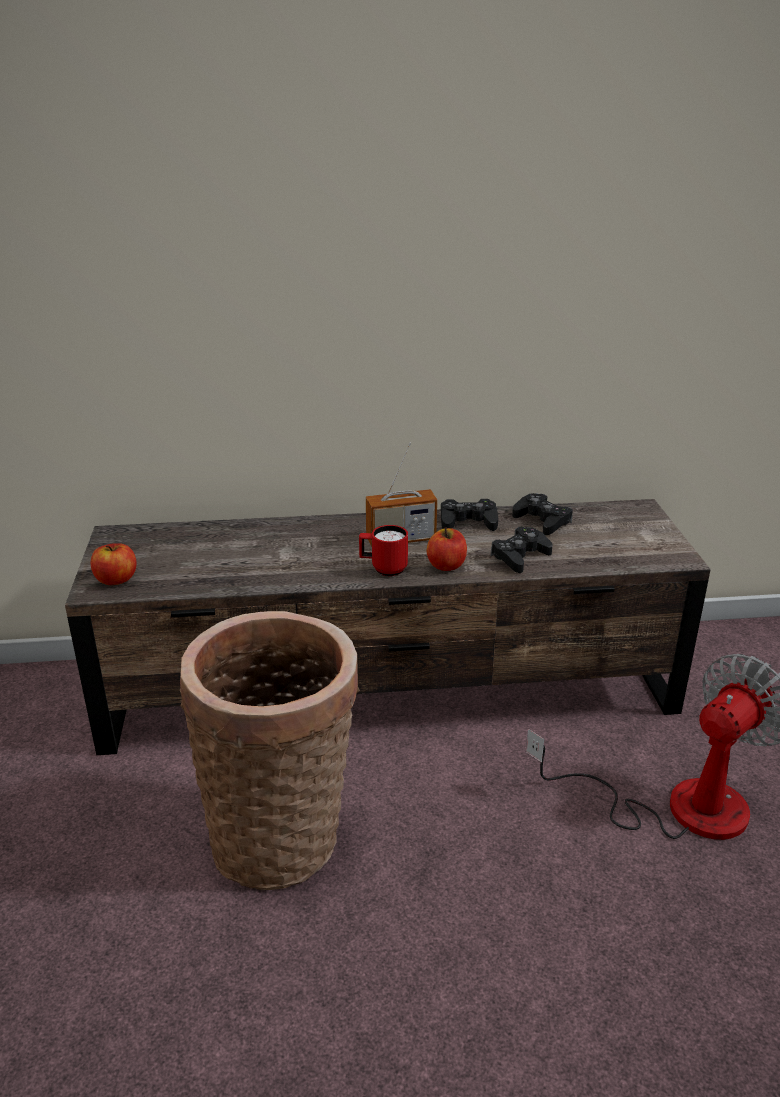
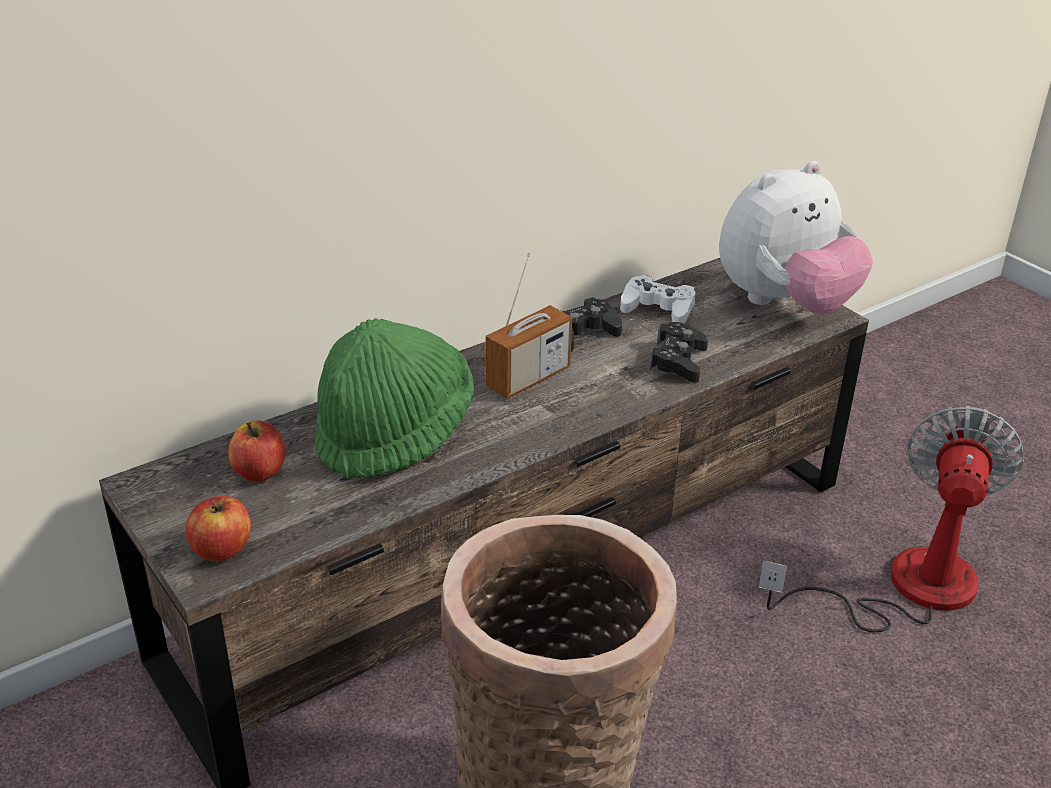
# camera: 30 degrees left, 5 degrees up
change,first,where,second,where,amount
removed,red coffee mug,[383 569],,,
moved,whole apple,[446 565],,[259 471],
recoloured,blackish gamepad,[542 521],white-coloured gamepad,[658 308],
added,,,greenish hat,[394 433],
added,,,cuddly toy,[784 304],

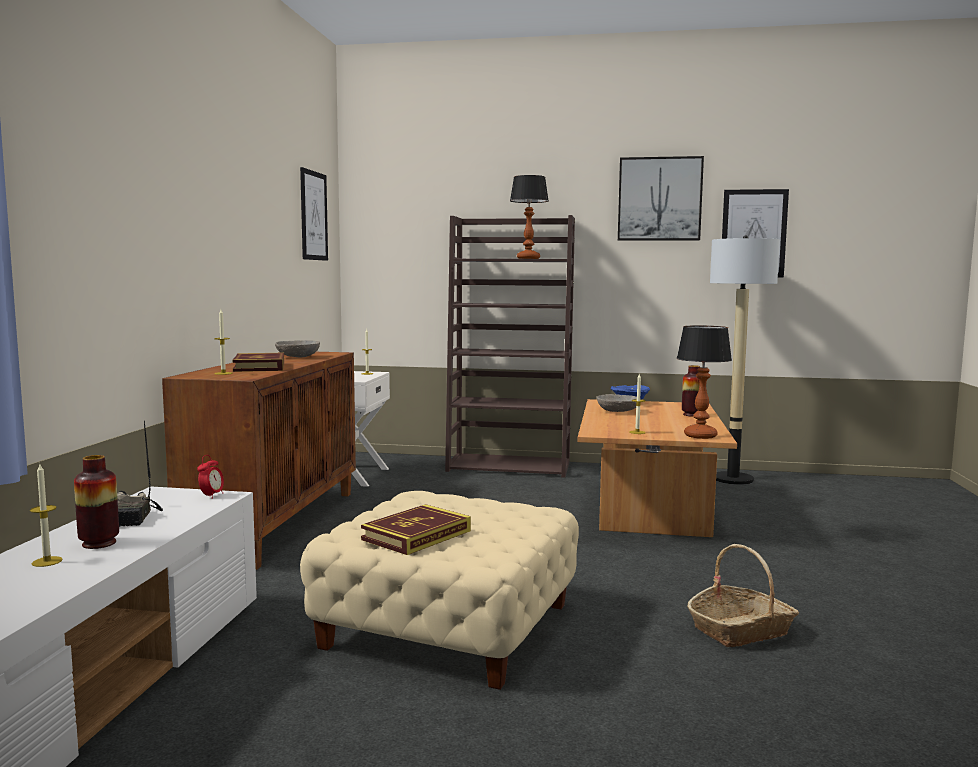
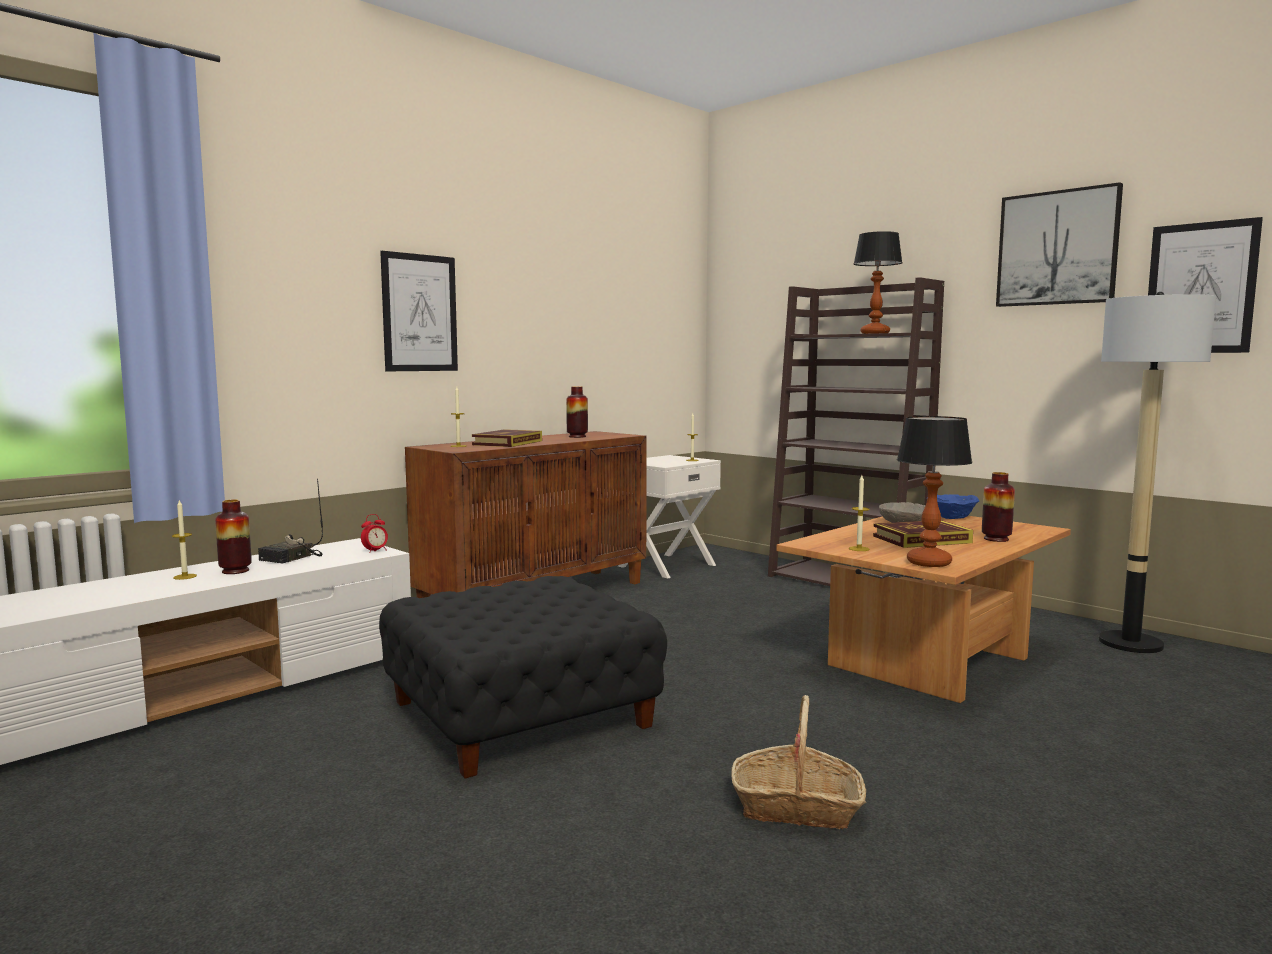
# camera: 35 degrees right, 0 degrees up
change,first,where,second,where,amount
replaced,gray serving bowl,[298 357],vase,[577 436],
moved,wall picture,[313 216],,[419 313],
recoloured,beige-coloured ottoman,[448 625],blackish ottoman,[520 713],
moved,bound book,[416 535],,[921 539],

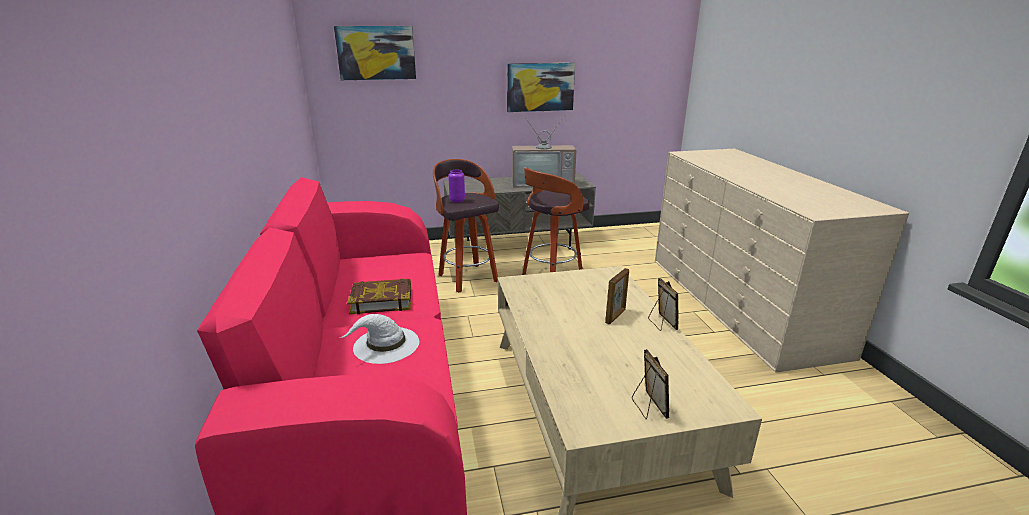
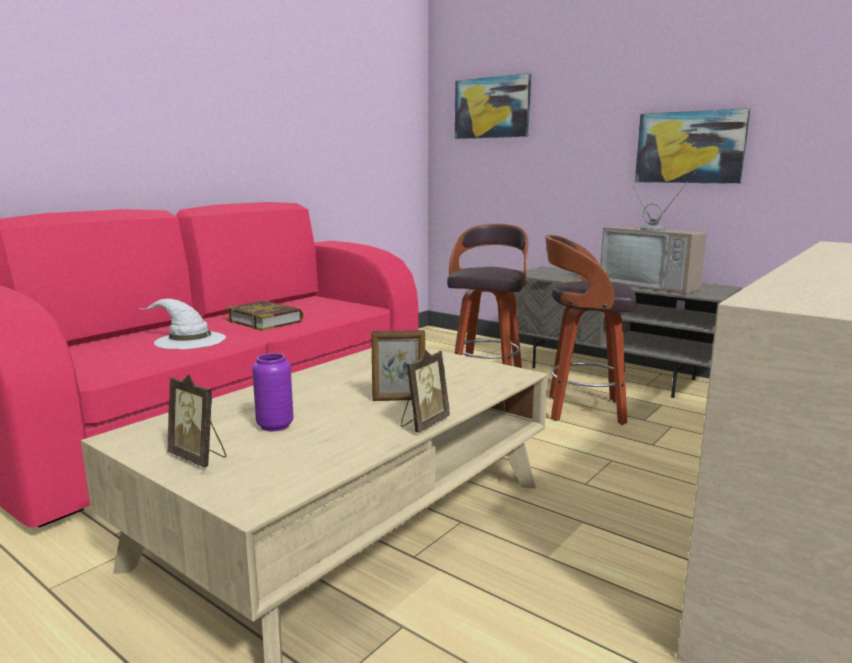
# camera: 50 degrees right, 10 degrees down
change,first,where,second,where,amount
moved,purple vase,[457 200],,[275 426],
turned,photo frame,[648 407],,[199 457],90 degrees clockwise

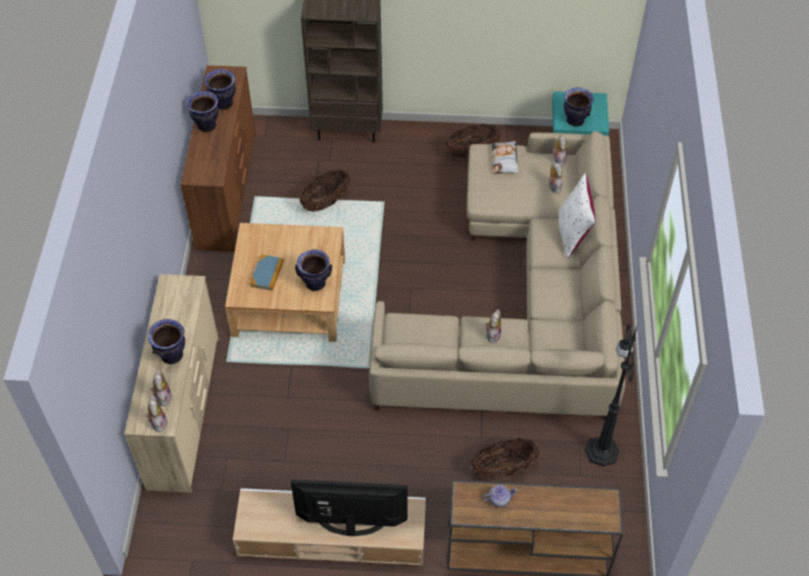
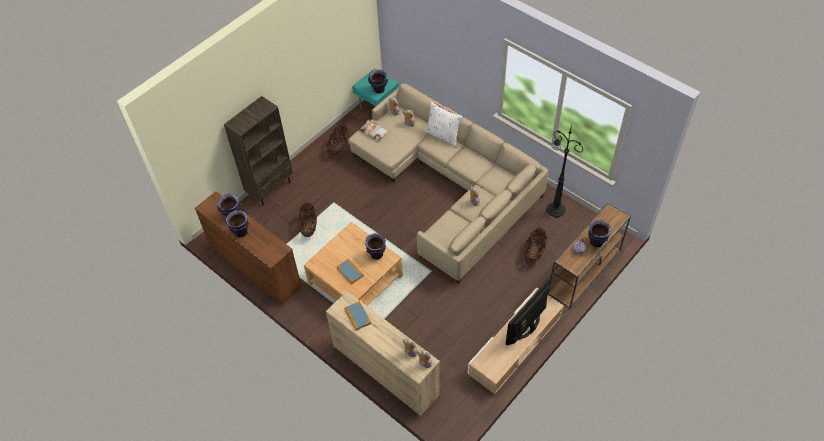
# camera: 50 degrees left, 0 degrees up
change,first,where,second,where,amount
moved,vase,[171 355],,[596 242],
added,,,bound book,[357 316],

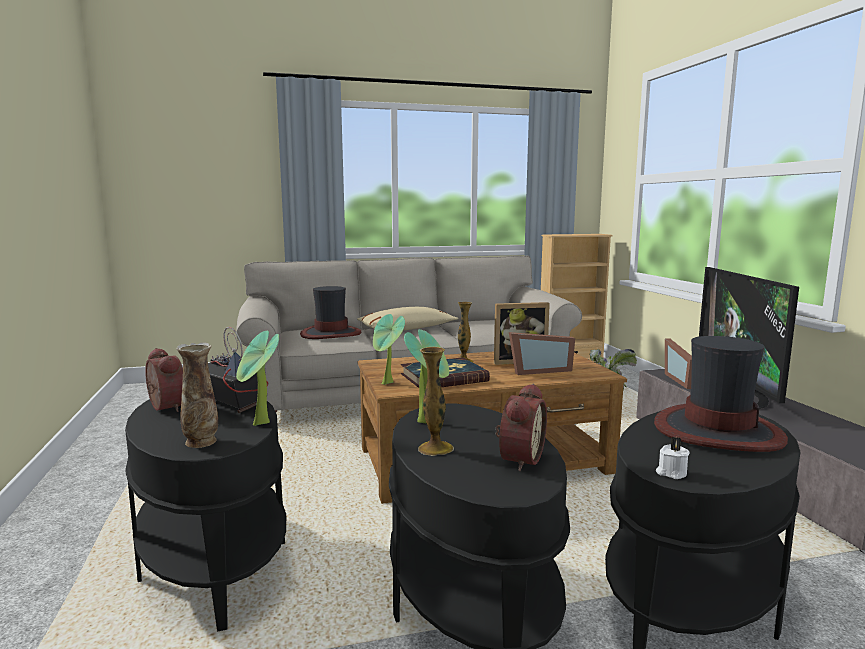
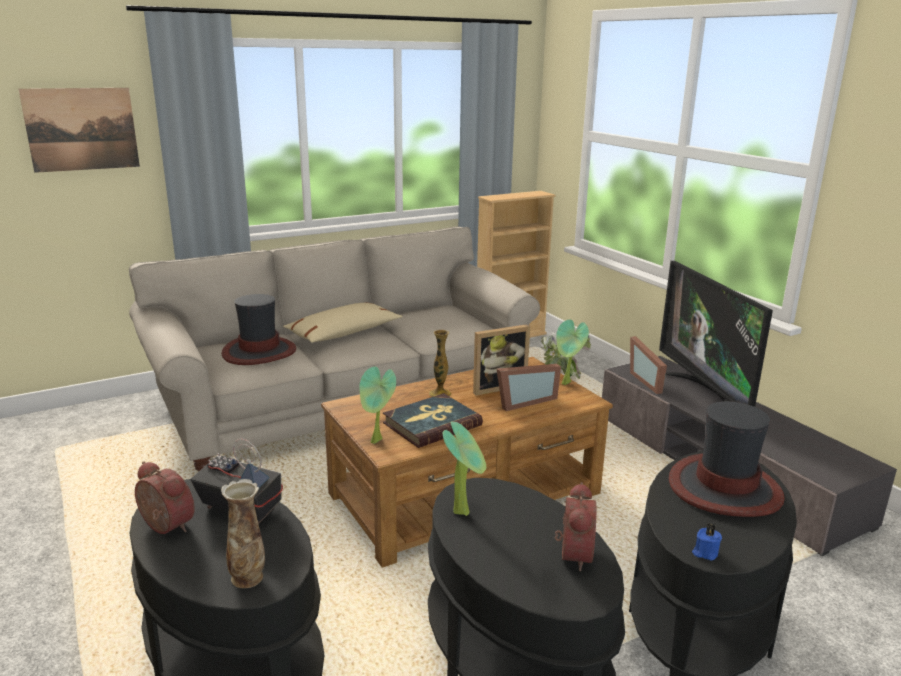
# camera: 15 degrees left, 10 degrees up
change,first,where,second,where,amount
moved,potted plant,[260 425],,[567 384],
removed,vase,[435 448],,,
recoloured,white-coloured wax candle,[671 473],blue-coloured wax candle,[704 552],
added,,,wall picture,[82 129],

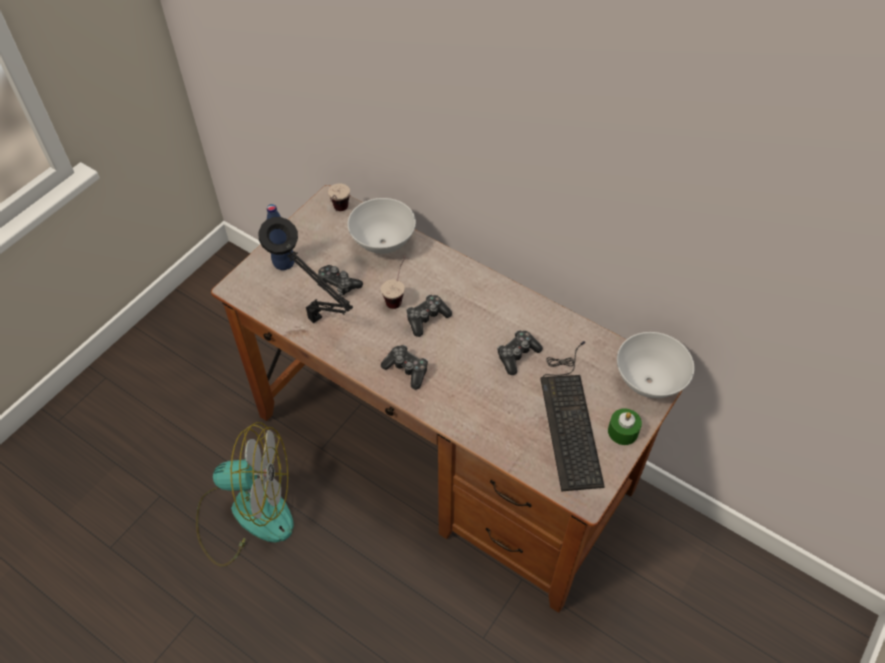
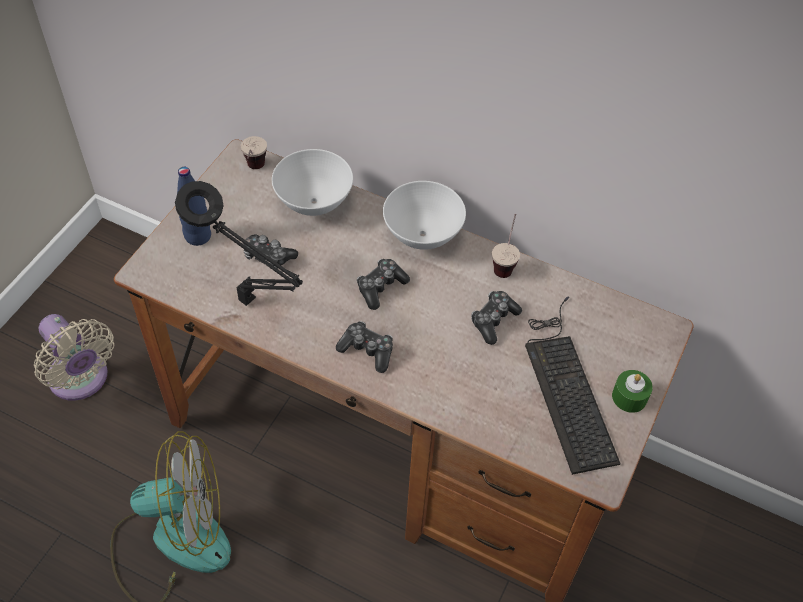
# camera: 10 degrees left, 0 degrees up
change,first,where,second,where,amount
moved,drinking cup,[397 296],,[505 262],
moved,white-coloured serving bowl,[648 381],,[422 235],
added,,,beige-coloured electric fan,[81 380],

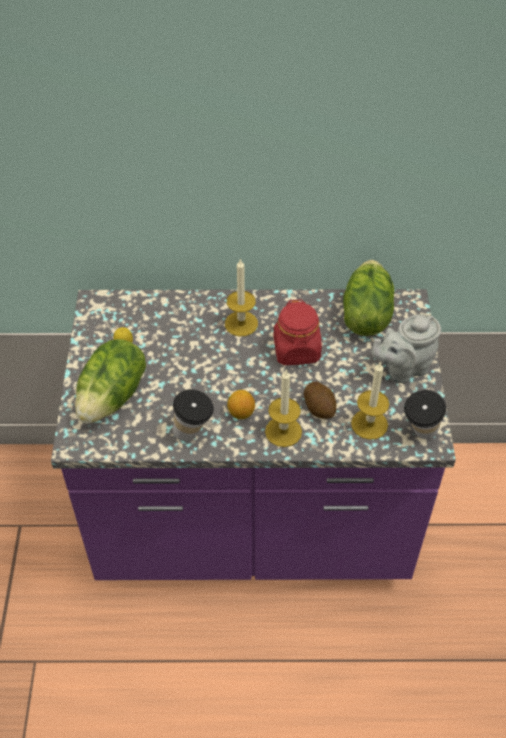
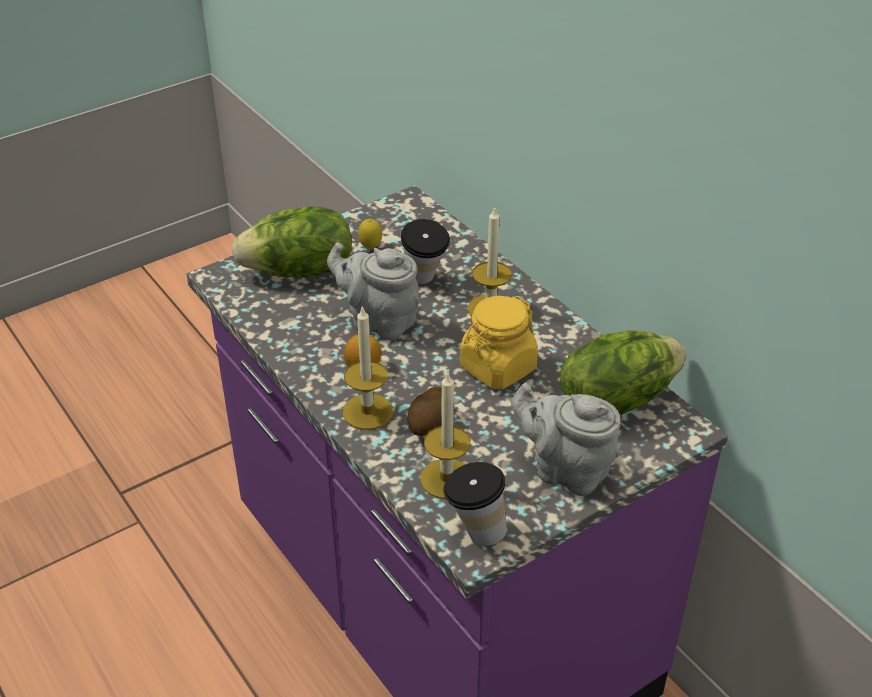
# camera: 55 degrees right, 10 degrees down
change,first,where,second,where,amount
moved,drinking cup,[194 433],,[424 281],
recoloured,red storage jar,[296 350],yellow storage jar,[497 368],
added,,,gray pot for tea,[379 321],

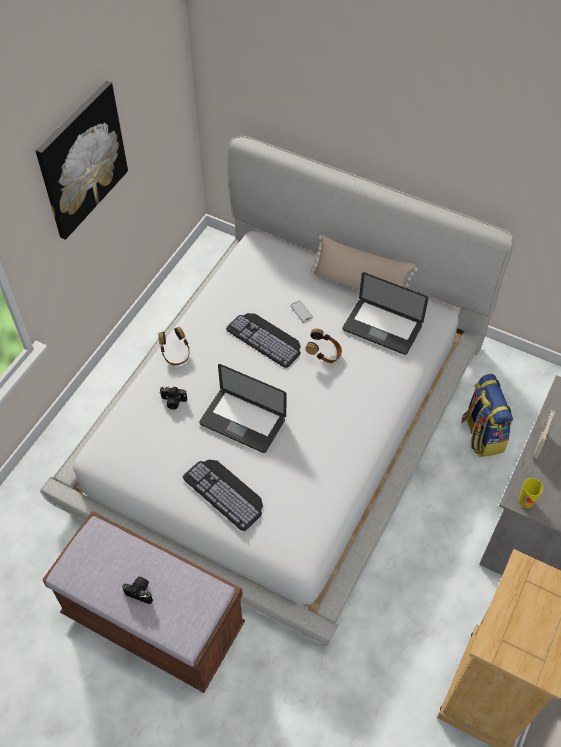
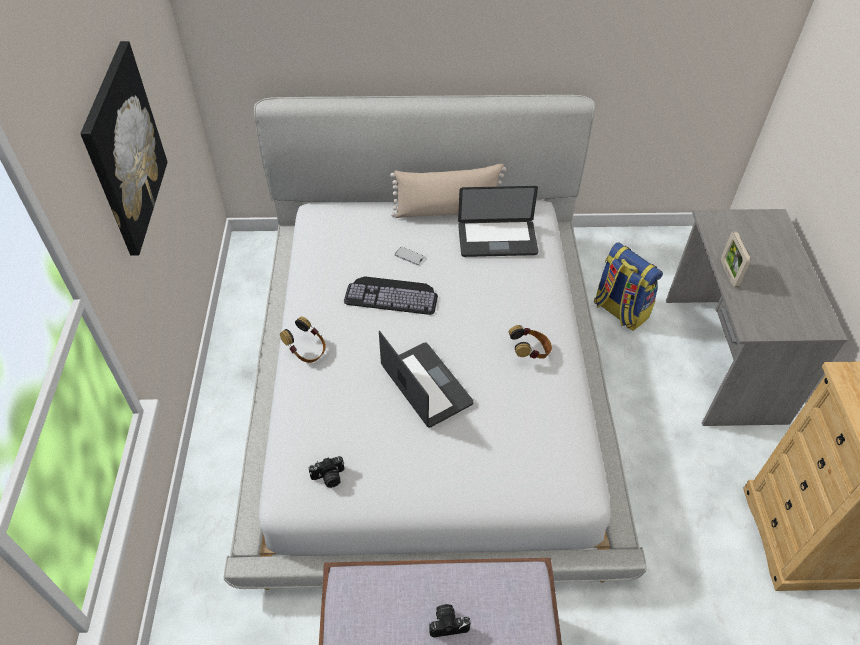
# camera: 30 degrees left, 5 degrees down
change,first,where,second,where,amount
moved,still camera,[173 402],,[329 478],
removed,PC keyboard,[226 492],,,
turned,laptop,[242 421],,[426 385],120 degrees counterclockwise
moved,headphones,[324 354],,[530 352],
removed,drinking cup,[526 501],,,

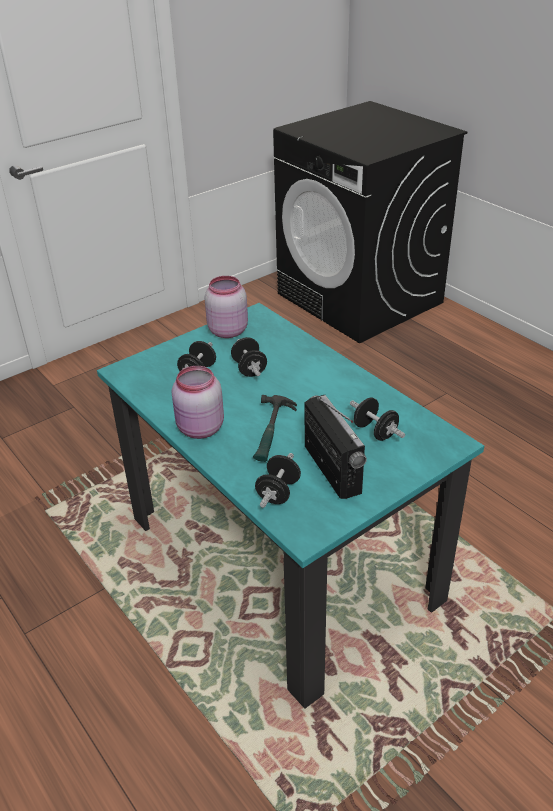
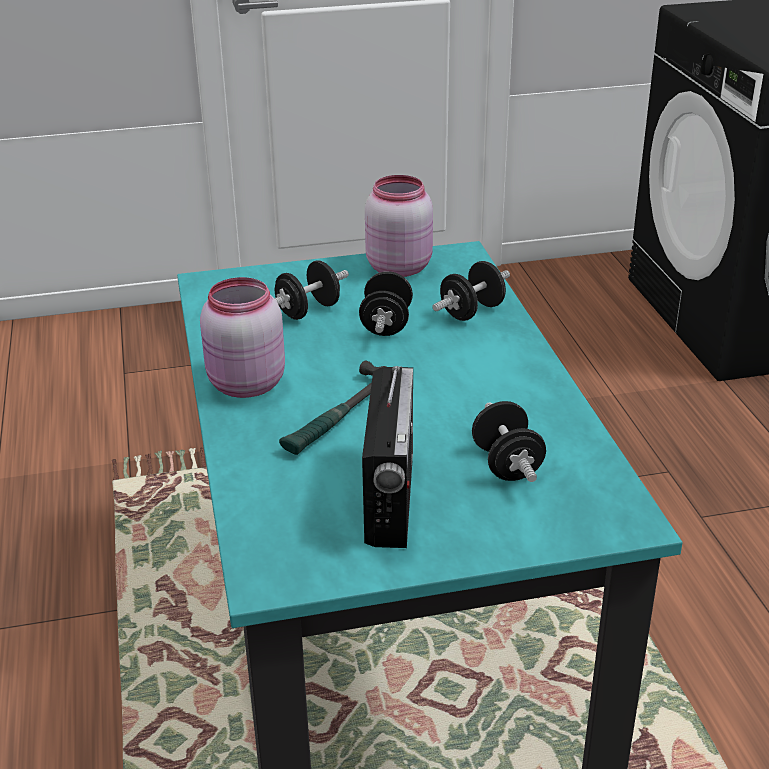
# camera: 25 degrees right, 5 degrees down
change,first,where,second,where,amount
moved,blackish free weight,[278 492],,[472 311],

